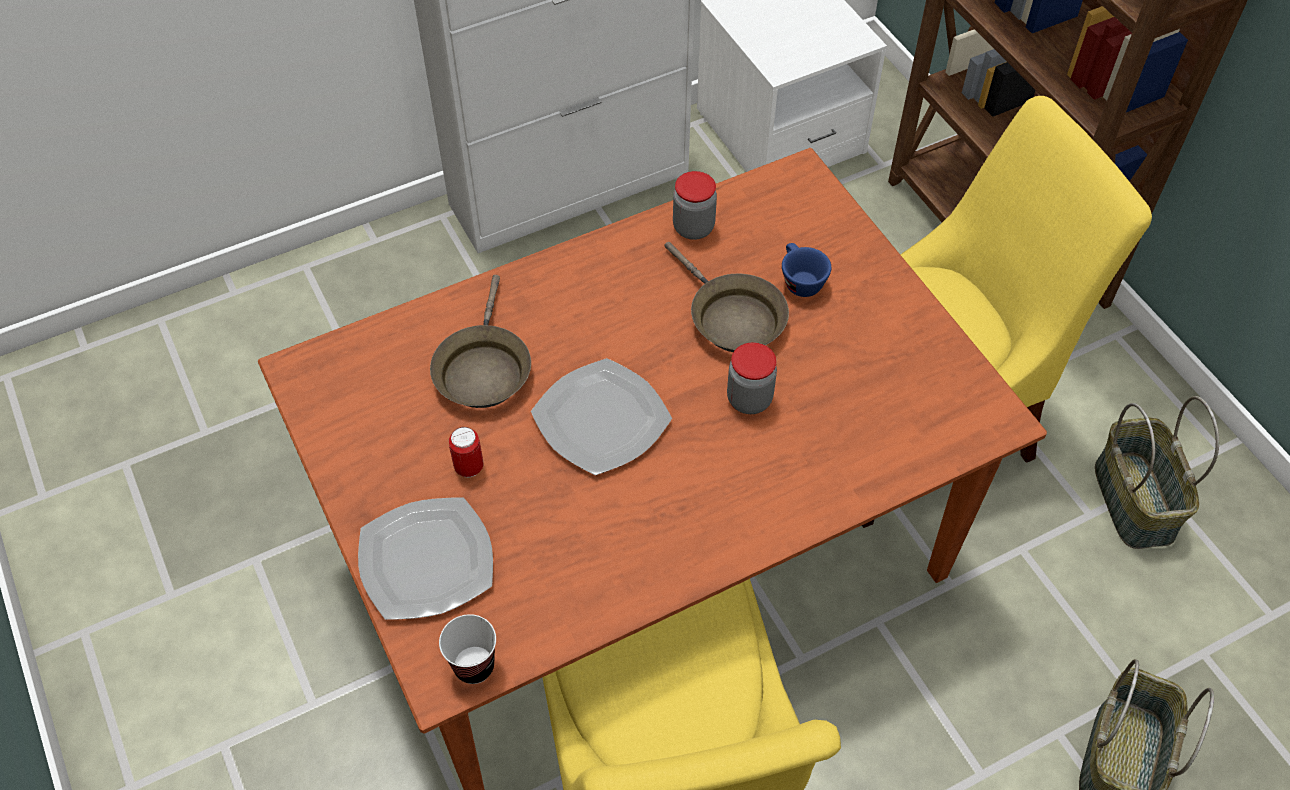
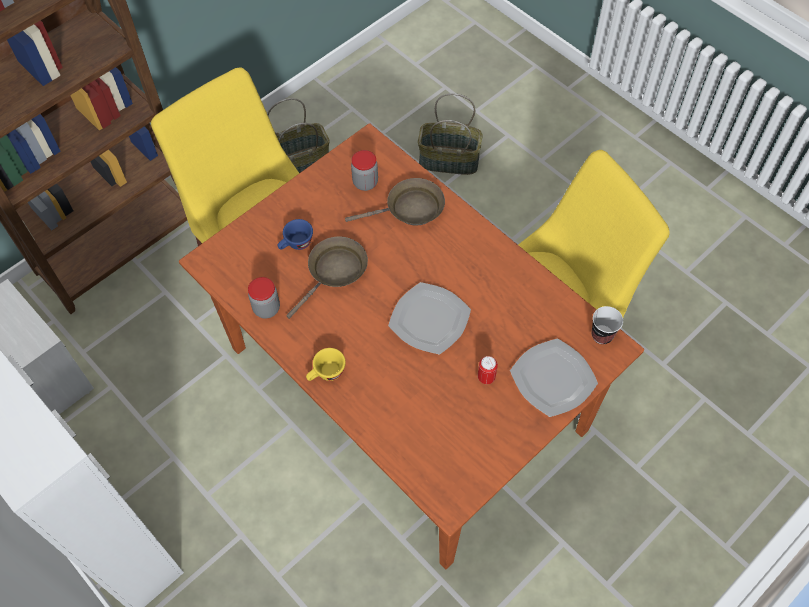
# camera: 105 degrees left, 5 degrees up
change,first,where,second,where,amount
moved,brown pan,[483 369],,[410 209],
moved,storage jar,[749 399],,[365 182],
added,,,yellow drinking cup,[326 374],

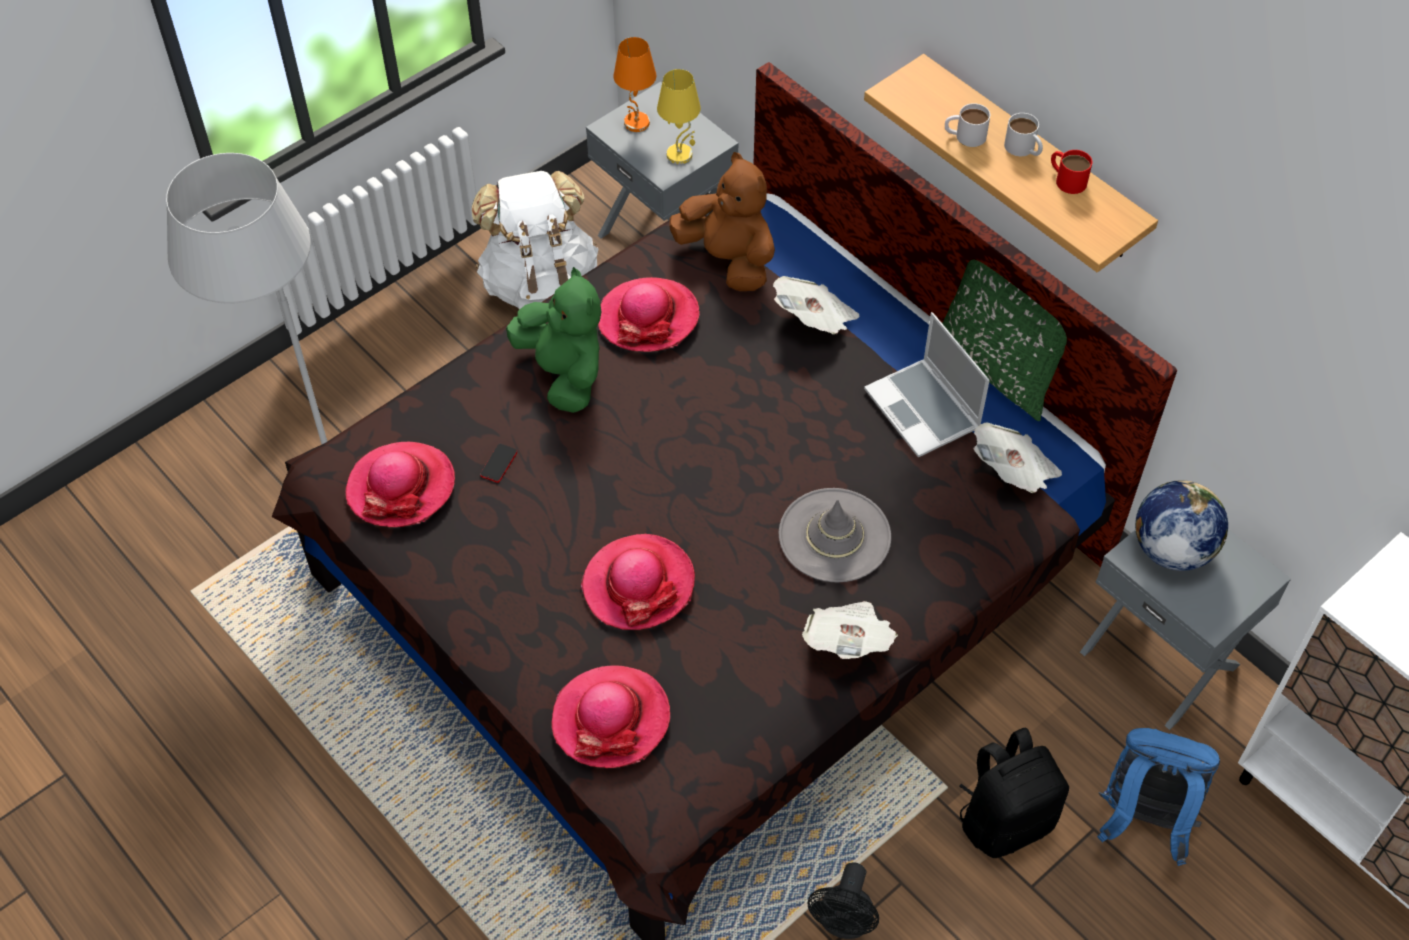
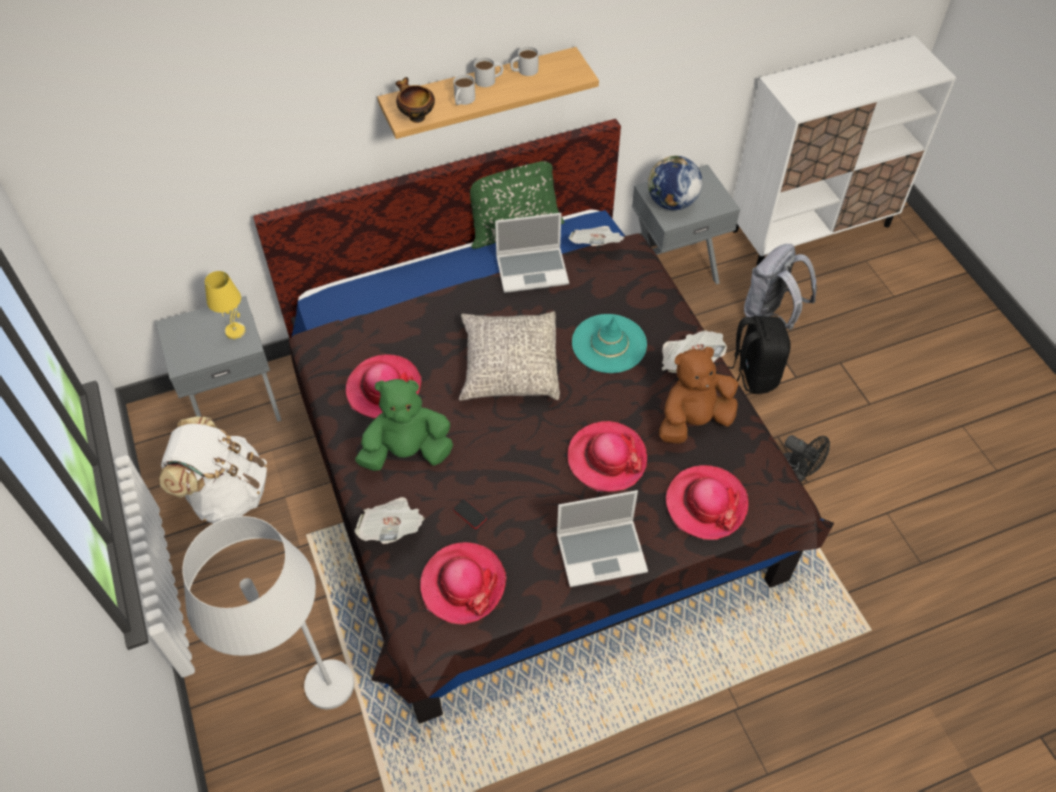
# camera: 70 degrees left, 0 degrees up
change,first,where,second,where,amount
removed,orangey lamp for a table,[636 123],,,
moved,brown cuddly toy,[728 259],,[693 421],
moved,daily paper,[815 320],,[392 528],
recoloured,gray hat,[834 536],blue-green hat,[609 344],
recoloured,red coffee mug,[1066 179],white-coloured coffee mug,[524 70],
recoloured,blue-coloured rucksack,[1142 821],gray rucksack,[770 315],
added,,,serving bowl,[416 117],
added,,,gray throw pillow,[509 365],
added,,,laptop,[602 552],

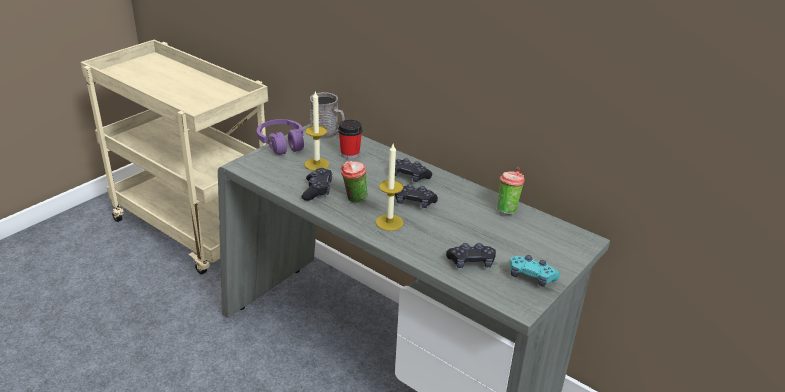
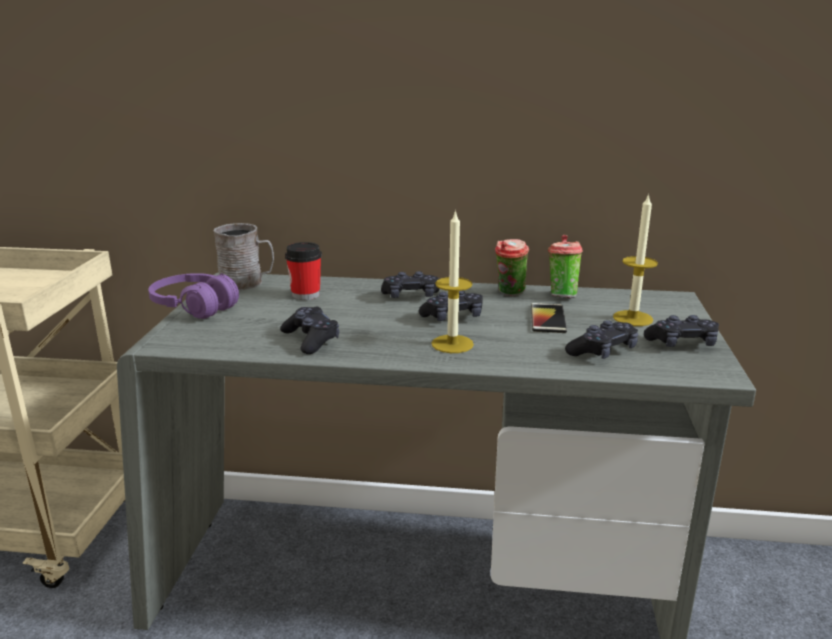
# camera: 30 degrees left, 10 degrees down
change,first,where,second,where,amount
moved,wax candle,[316 164],,[632 318],
moved,drinking cup,[354 200],,[510 294],
recoloured,blue-green gamepad,[531 277],blackish gamepad,[682 344],
added,,,phone,[548 319],

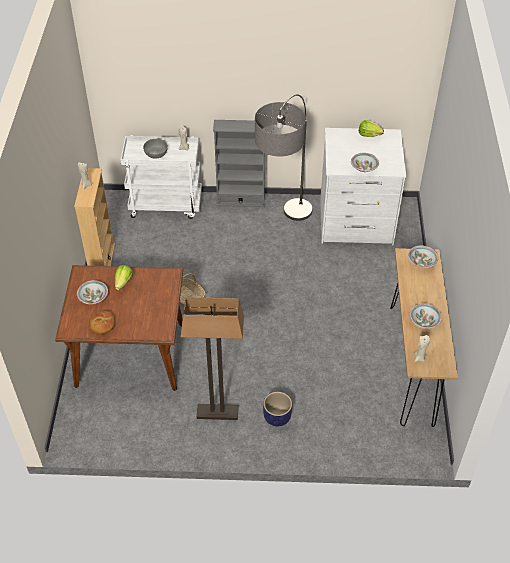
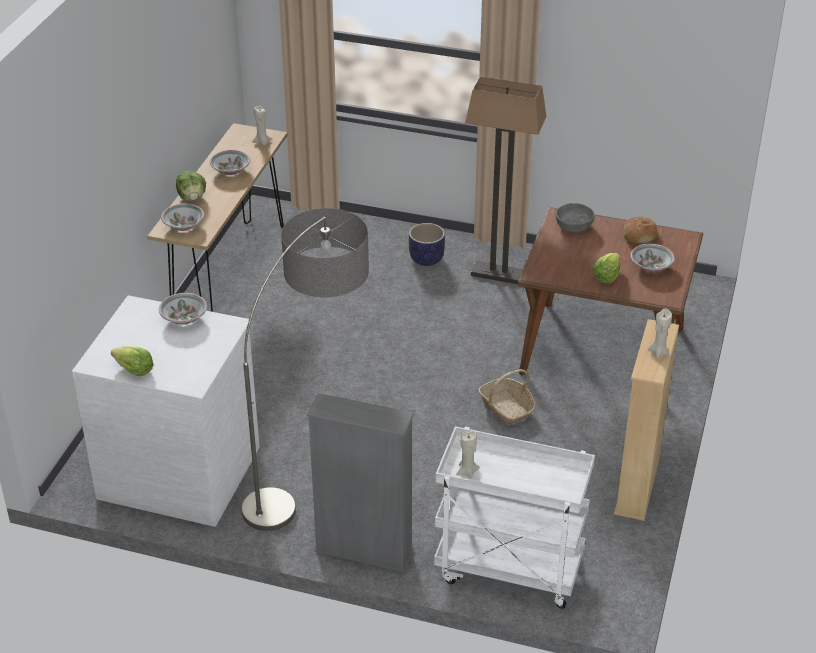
# camera: 165 degrees left, 10 degrees down
change,first,where,second,where,amount
moved,gray serving bowl,[156 153],,[573 226],
added,,,lettuce,[192 197],

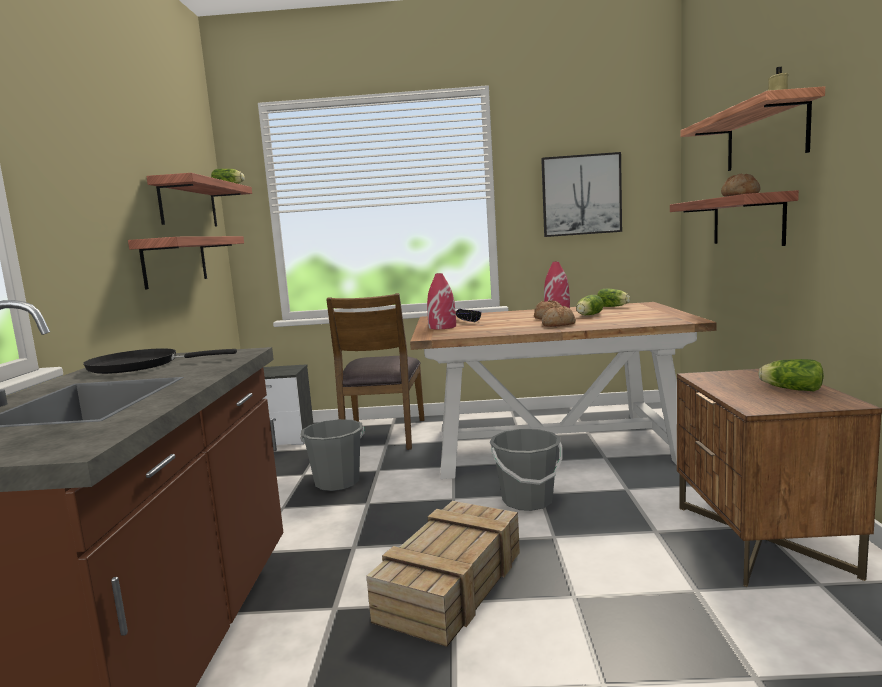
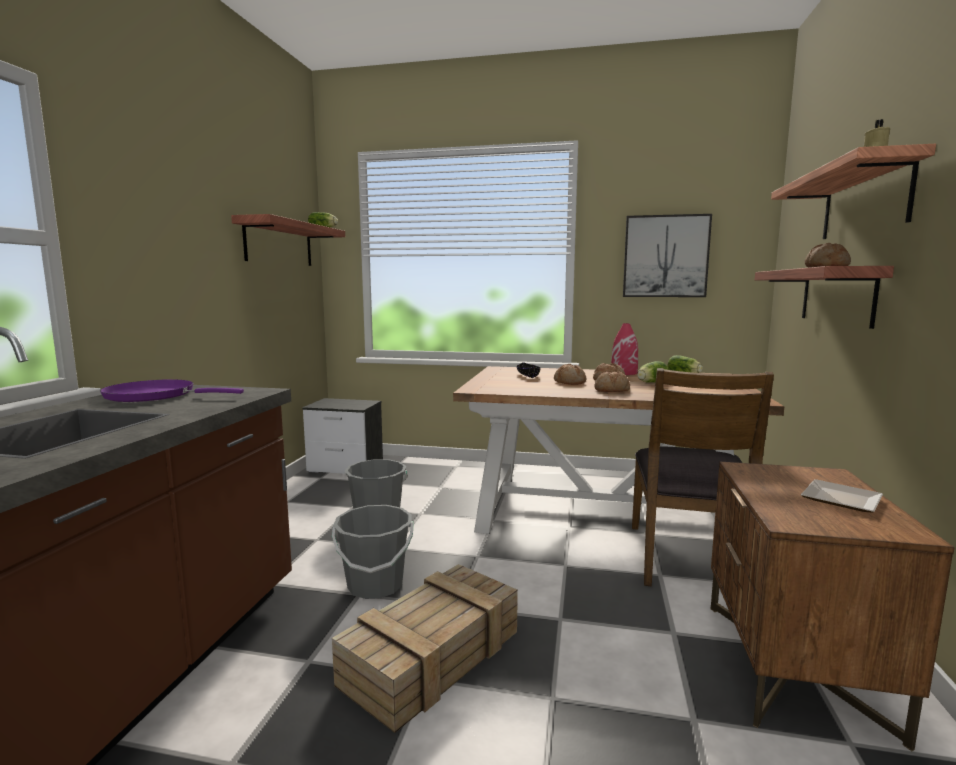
# camera: 10 degrees right, 0 degrees up
change,first,where,second,where,amount
recoloured,blackish pan,[140 366],purple pan,[156 396],
removed,shelf,[175 261],,,
moved,brown plain chair,[383 435],,[688 559],
removed,red vase,[442 327],,,
moved,gray bucket,[527 500],,[375 585],
replaced,lettuce,[789 389],dinner plate,[843 501],
added,,,bakery bread,[570 382],

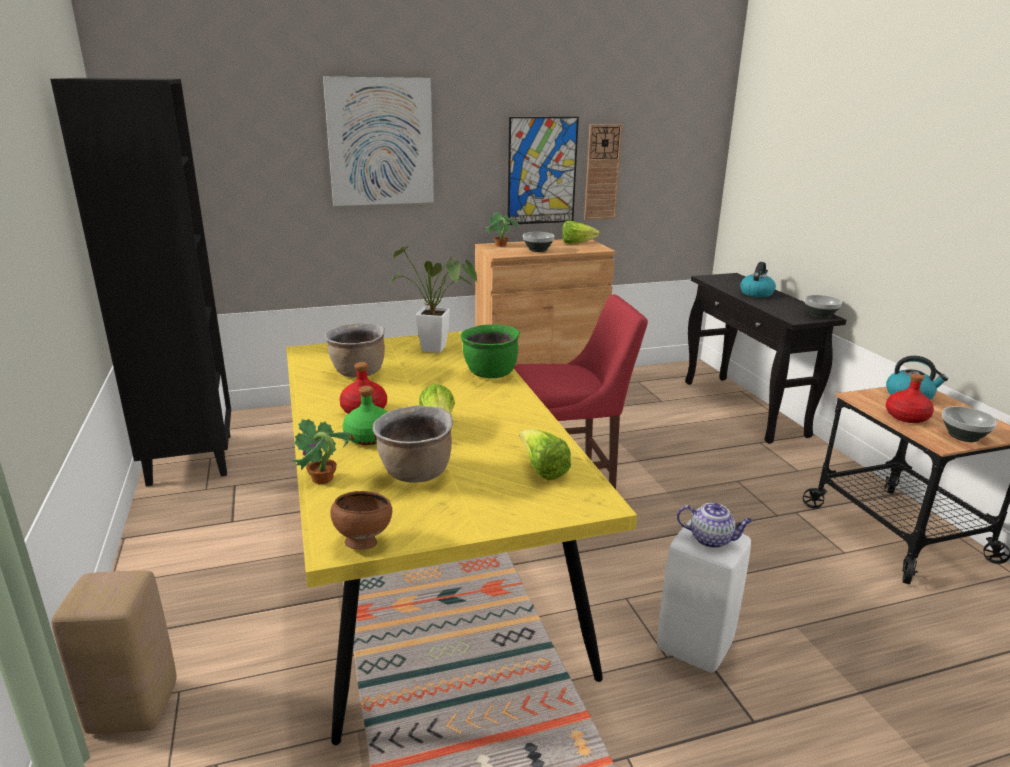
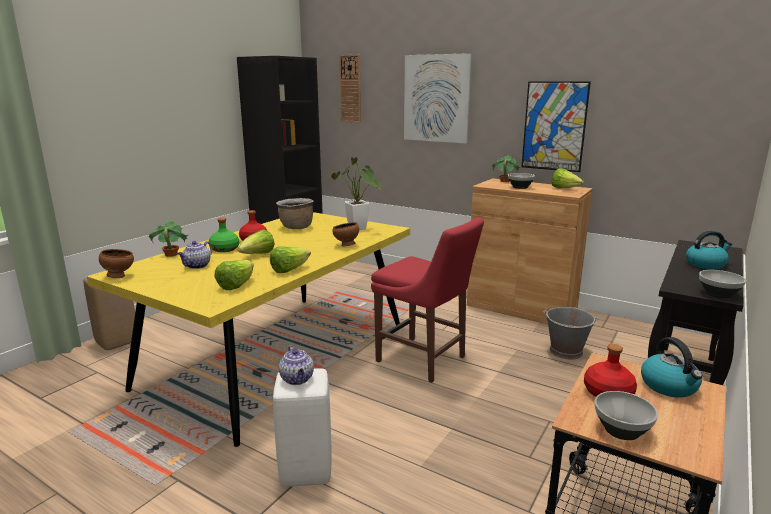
# camera: 50 degrees right, 5 degrees down
change,first,where,second,where,amount
replaced,brown stockpot,[416 473],pot for tea,[197 266],
replaced,greenish stockpot,[490 374],brown serving bowl,[346 246],
moved,clock on the wall,[602 172],,[350 89],
added,,,lettuce,[289 270],
added,,,gray bucket,[566 351],

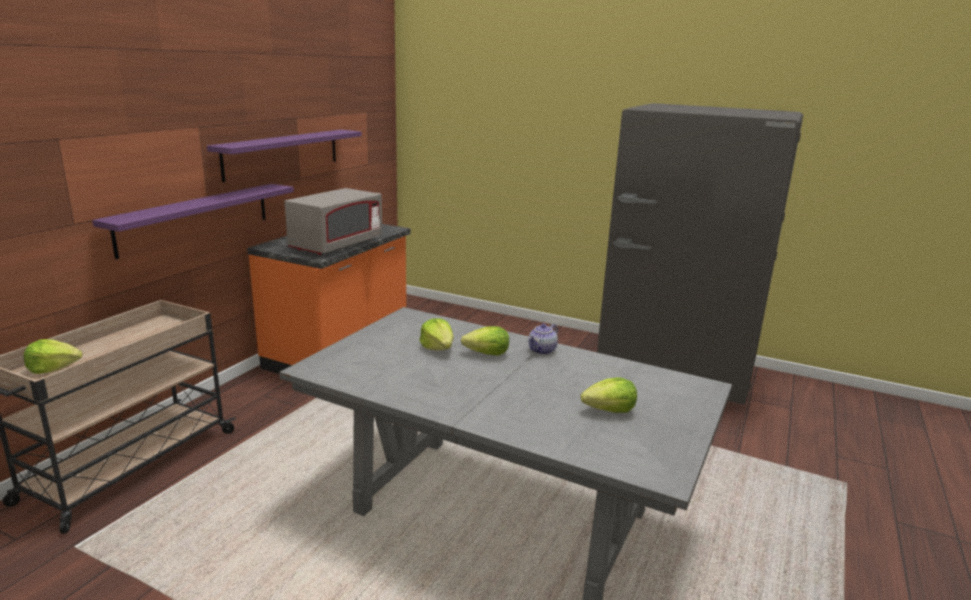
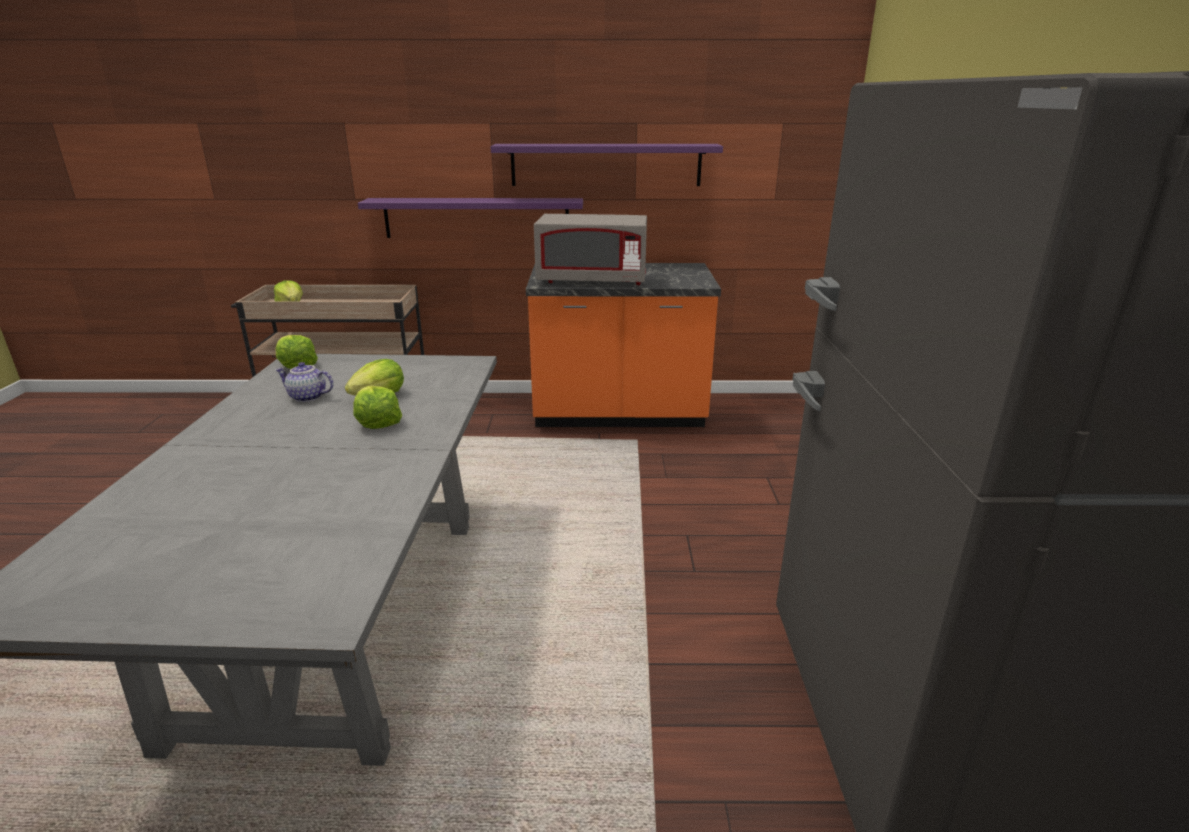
# camera: 65 degrees right, 5 degrees up
change,first,where,second,where,amount
moved,pot for tea,[542 351],,[307 397],
moved,lettuce,[610 410],,[296 365],

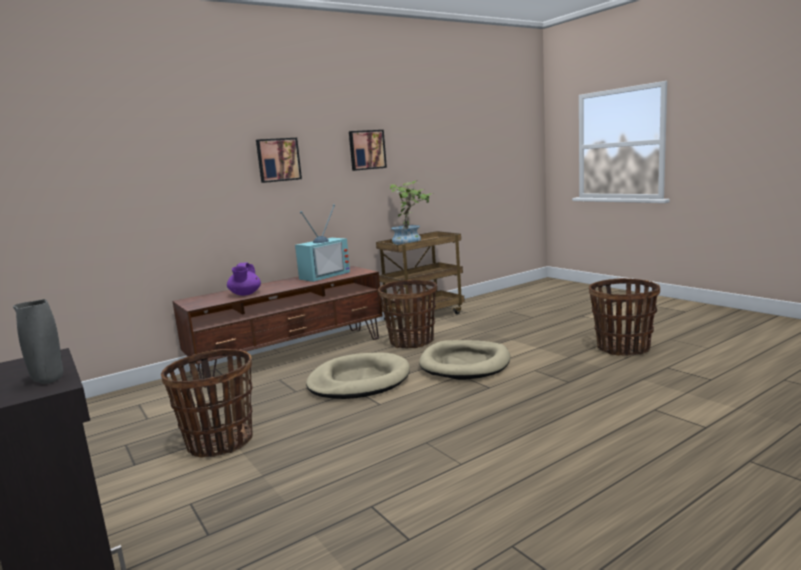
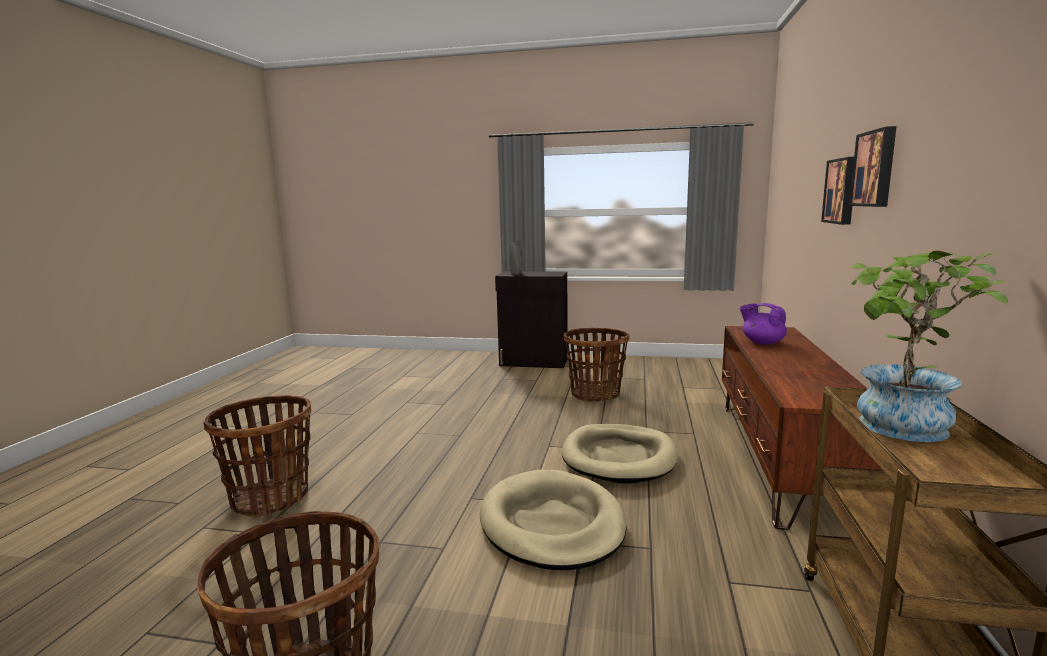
# camera: 135 degrees right, 0 degrees up
change,first,where,second,where,amount
removed,TV set,[323 275],,,
moved,wall picture,[366 150],,[842 191],
moved,household basket,[411 342],,[270 498],

